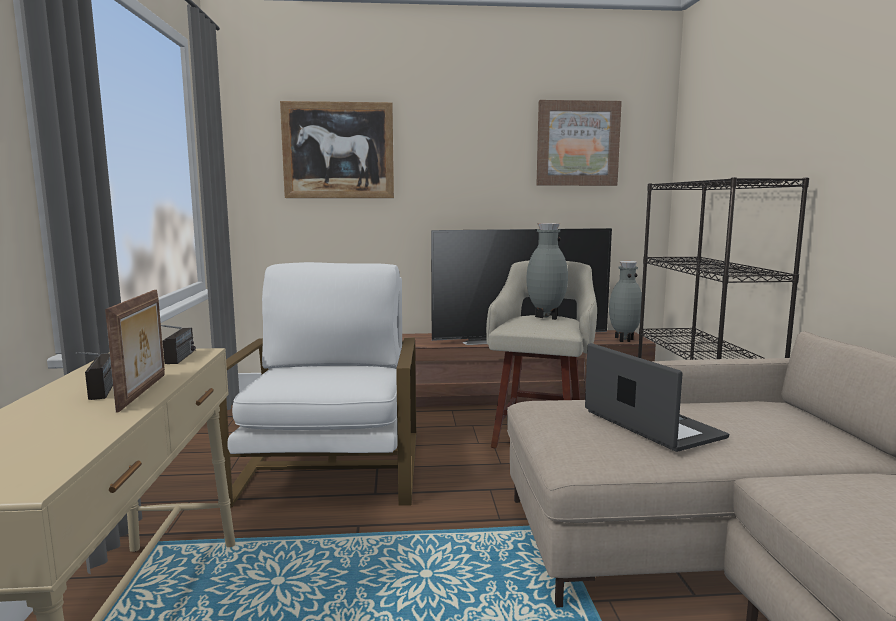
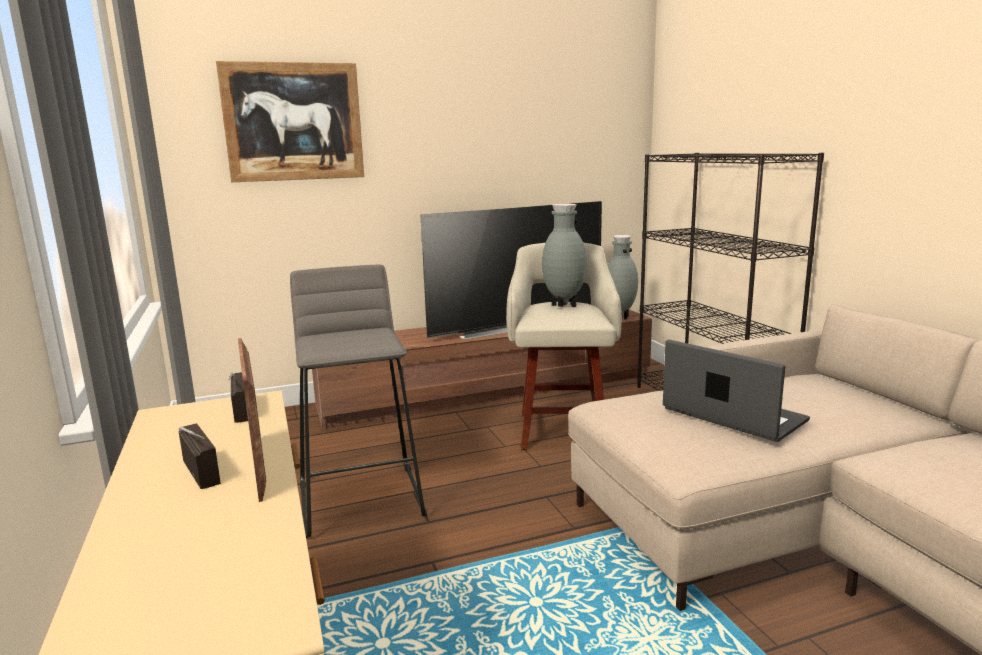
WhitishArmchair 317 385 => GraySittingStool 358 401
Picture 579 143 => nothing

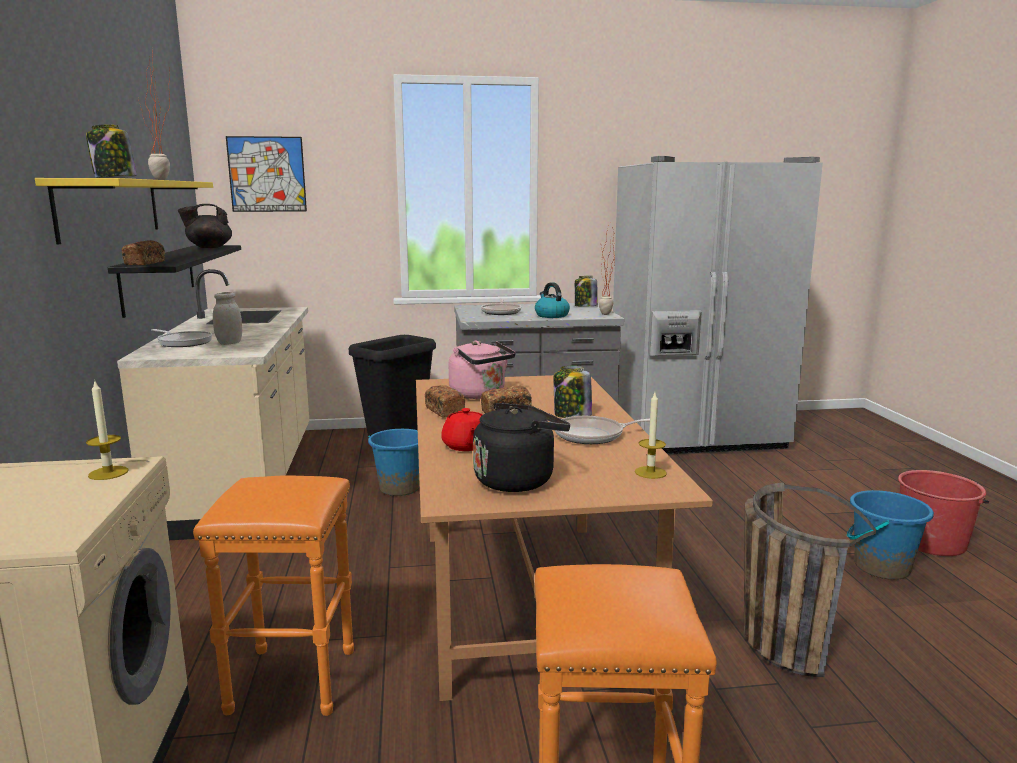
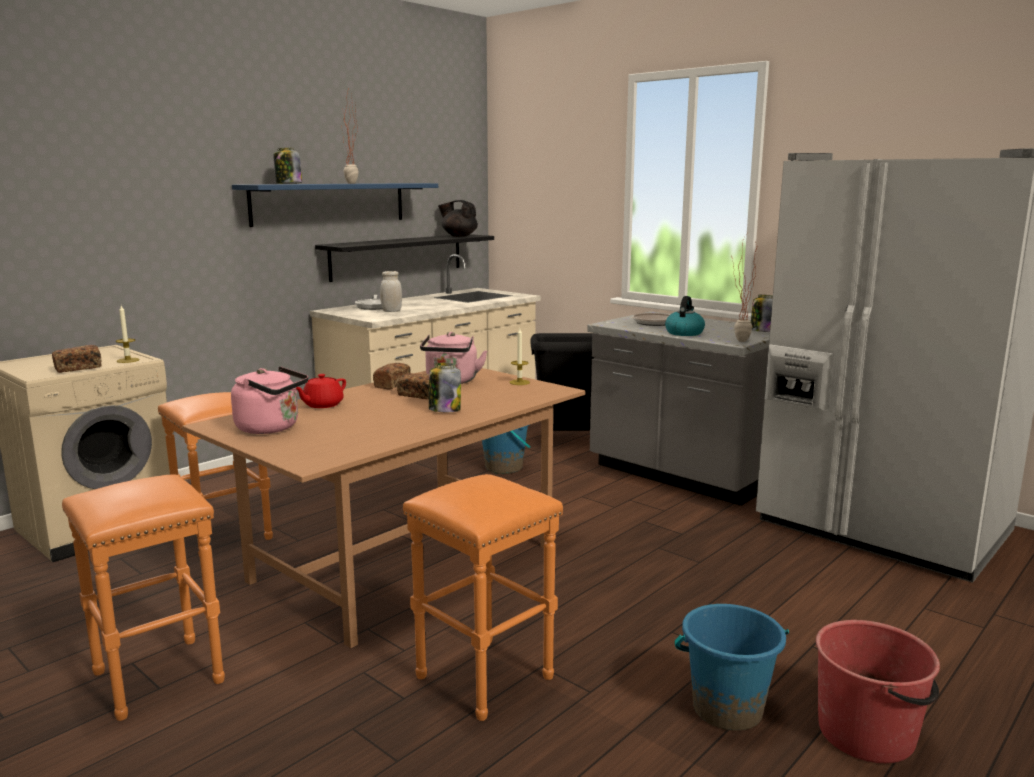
YellowishBracketShelf 124 211 => BlueBracketShelf 335 205
BakeryBread 143 252 => BakeryBread 77 359, relocated
Picture 266 174 => nothing
BlackColouredWaterKettle 521 447 => PinkColouredWaterKettle 269 400
FryingPan 602 430 => nothing
WaxCandle 651 436 => WaxCandle 519 356, relocated
Basket 810 580 => OrangeColouredSittingStool 483 597

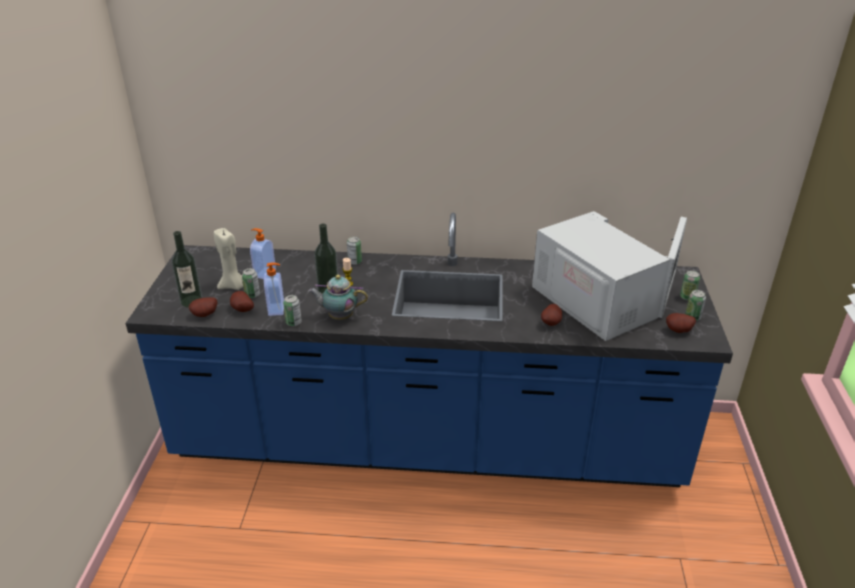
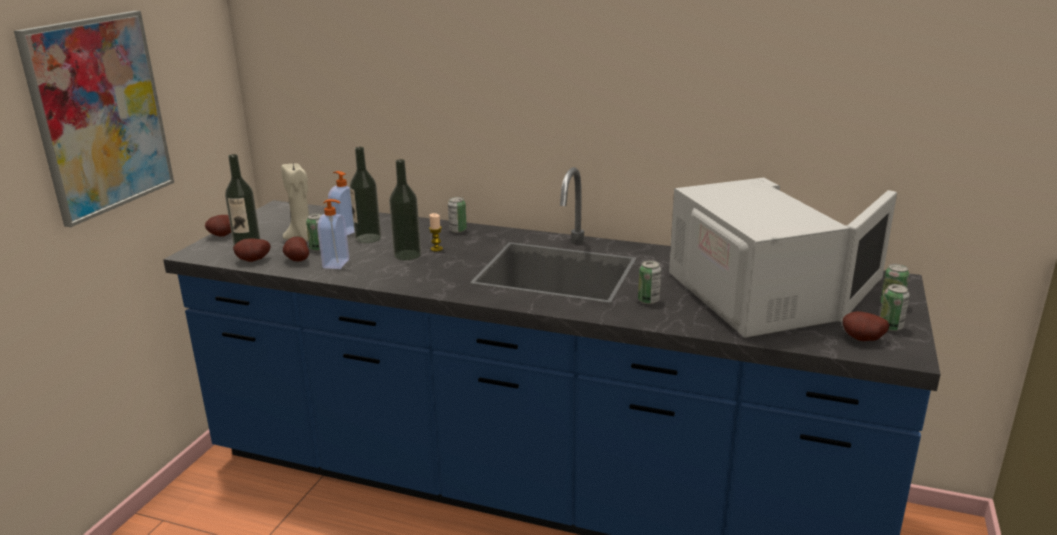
SealedCan 292 310 => SealedCan 649 282, relocated
TeaPot 338 297 => nothing
Potato 551 315 => Potato 218 226, relocated
nothing => Picture 94 119
nothing => BeverageBottle 365 195

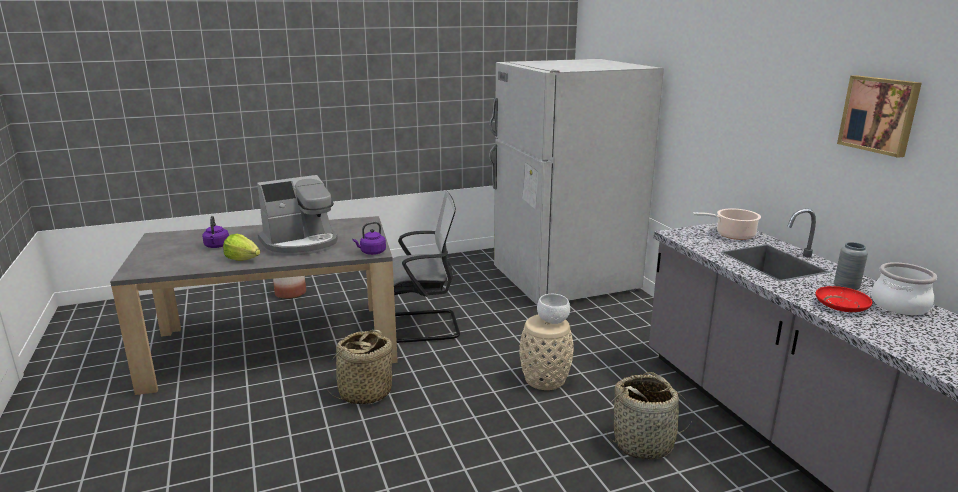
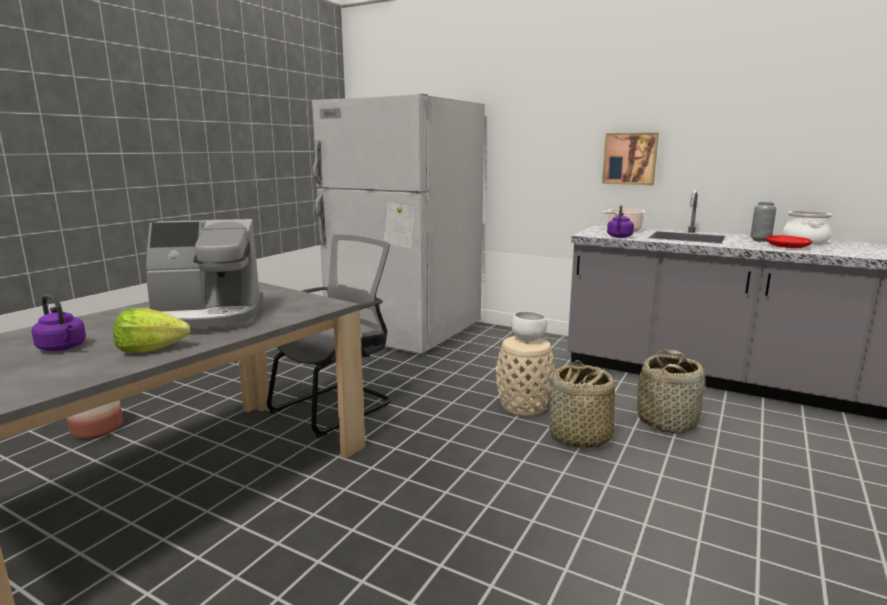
CoffeeBrewer 297 215 => CoffeeBrewer 204 276, 60 degrees clockwise
Basket 360 367 => Basket 581 404, relocated
PurpleWaterKettle 369 238 => PurpleWaterKettle 620 221, relocated
Picture 879 116 => Picture 630 159, relocated

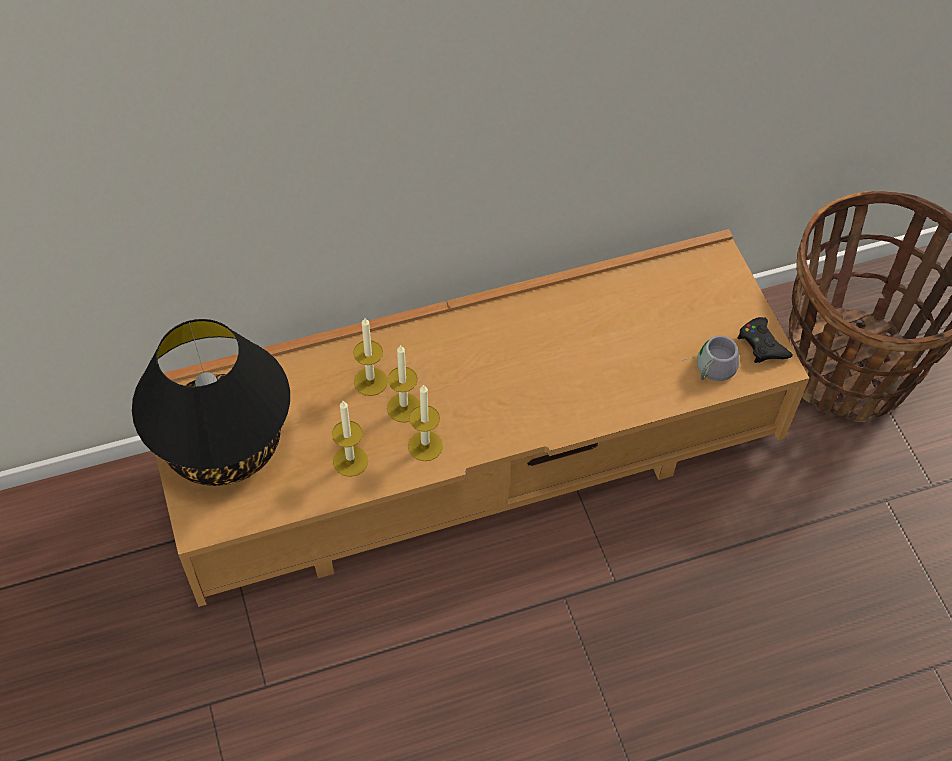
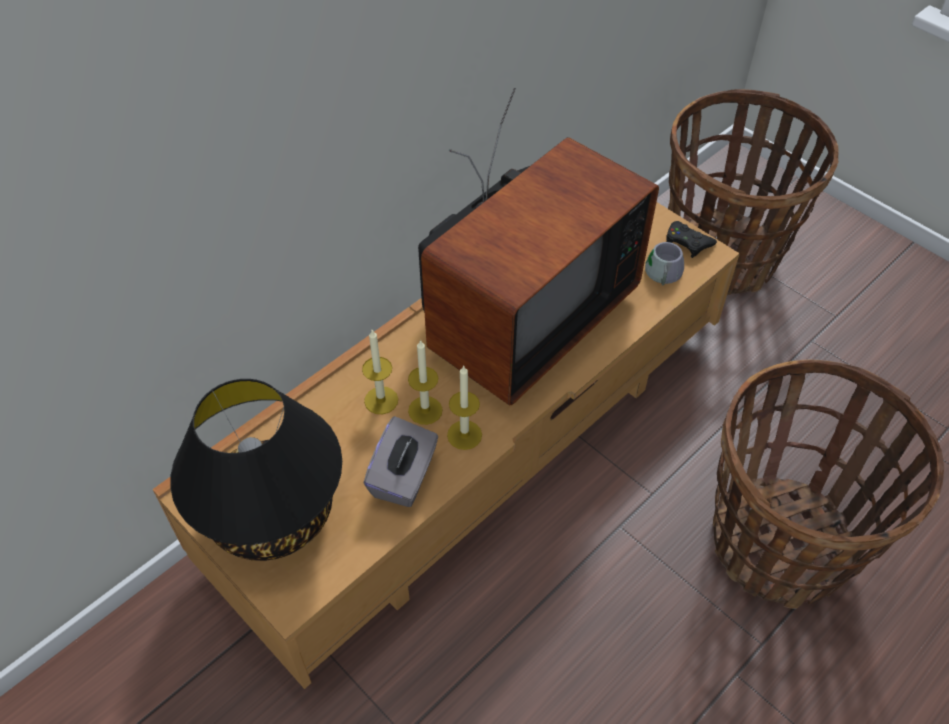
WaxCandle 350 439 => GrayBoxOfTissues 401 461
nothing => TvSet 538 246
nothing => Basket 828 484

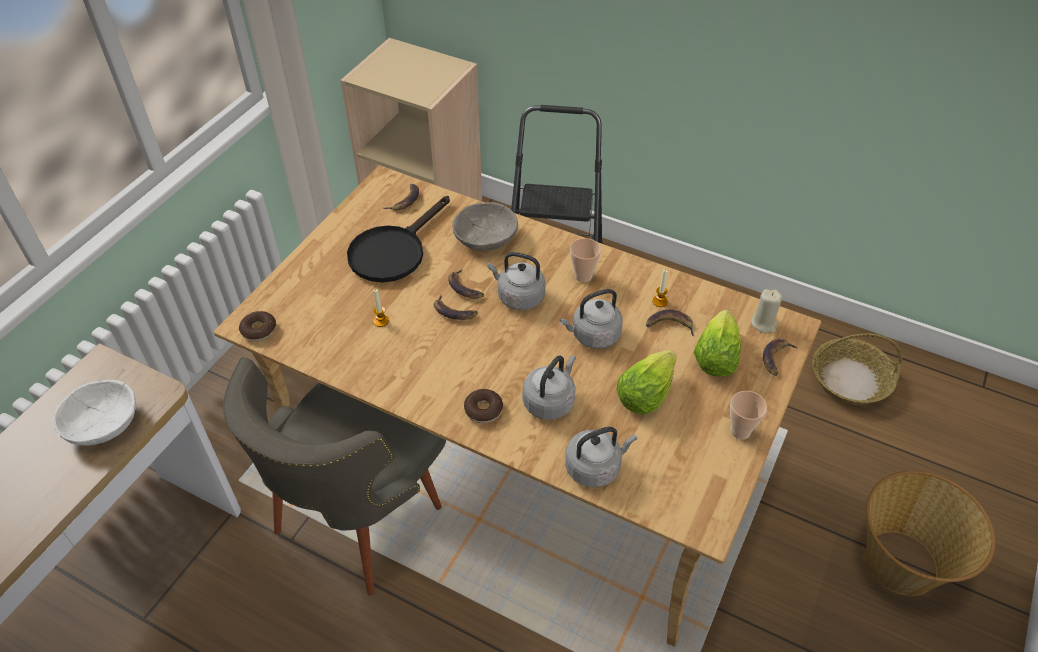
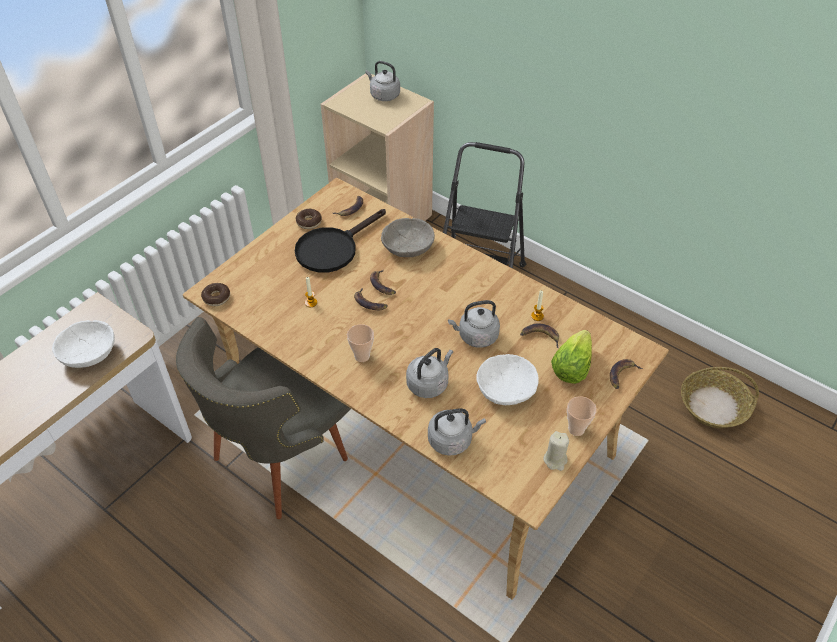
RingDoughnut 483 406 => RingDoughnut 309 219, relocated
GrayWaterKettle 516 281 => GrayWaterKettle 383 81, relocated
SmallCup 585 260 => SmallCup 360 343, relocated
LettuceHead 647 382 => WhitishBowl 507 379
BeigeWaxCandle 766 311 => BeigeWaxCandle 556 451, relocated
Basket 930 533 => nothing

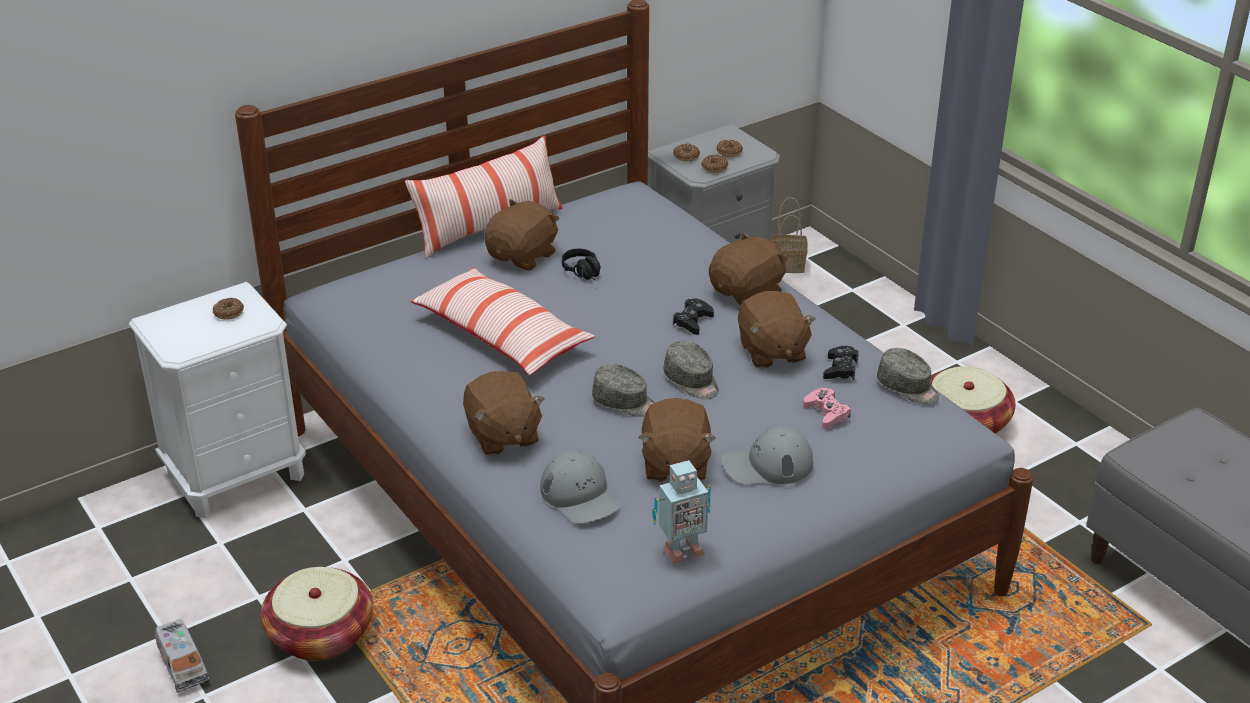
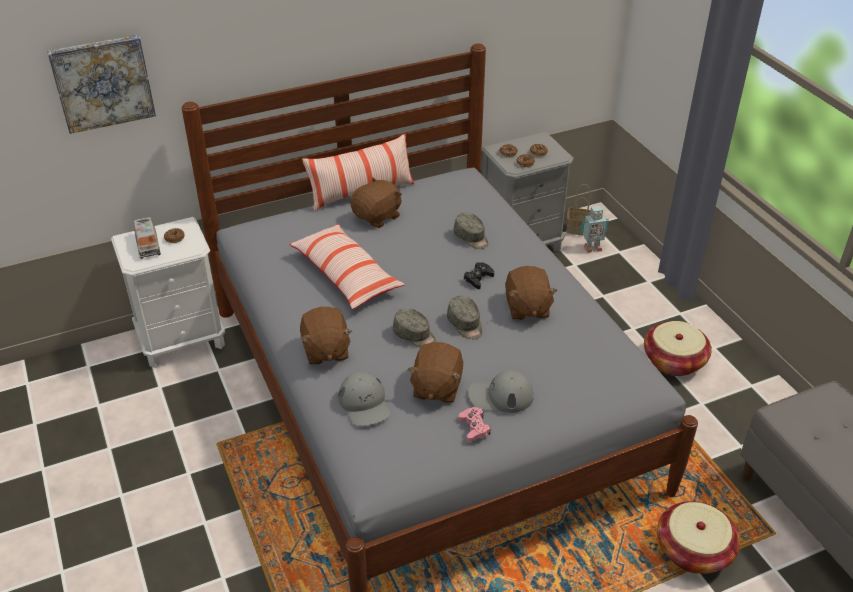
ToyLorry 182 656 => ToyLorry 147 238, relocated
Basket 317 614 => Basket 698 537, relocated
BlackColouredHeadphones 581 265 => nothing
RobotFigure 681 512 => RobotFigure 595 229, relocated
BrownCuddlyToy 748 269 => nothing
PinkColouredGameController 827 408 => PinkColouredGameController 475 424, relocated
BlackColouredGameController 841 363 => nothing
GrayPeakedCap 908 376 => GrayPeakedCap 470 230, relocated
nothing => Picture 101 84

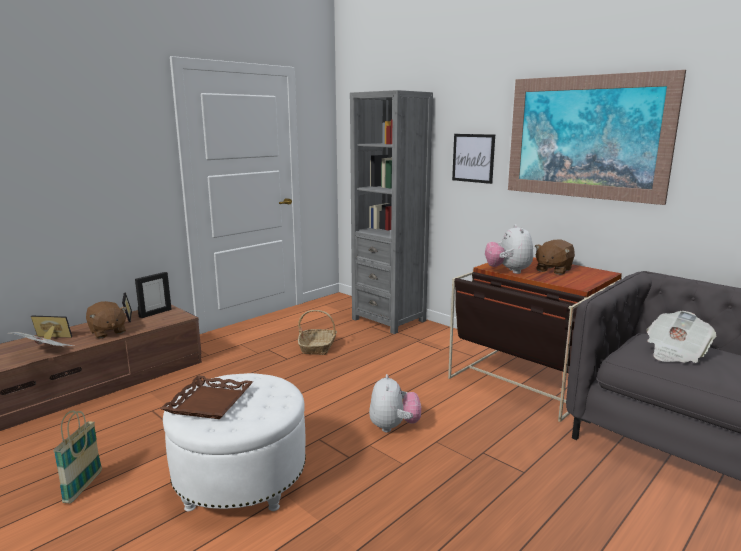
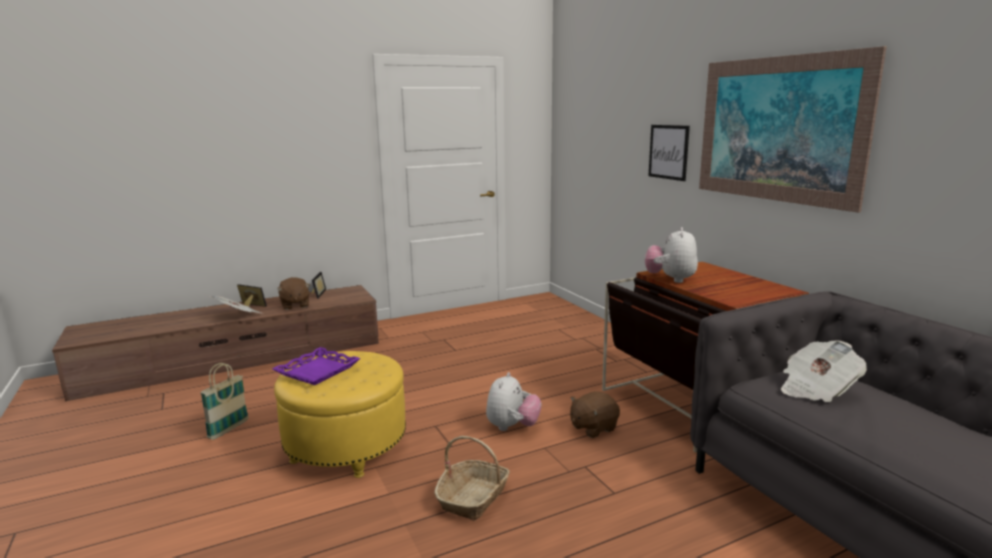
PictureFrame 153 295 => nothing
BrownCarryingTray 206 397 => PurpleCarryingTray 316 366
WhitishFootrest 234 442 => YellowishFootrest 340 414
Basket 317 332 => Basket 472 478, relocated
GrayShelvingUnit 391 212 => nothing
BrownCuddlyToy 555 257 => BrownCuddlyToy 595 414, relocated

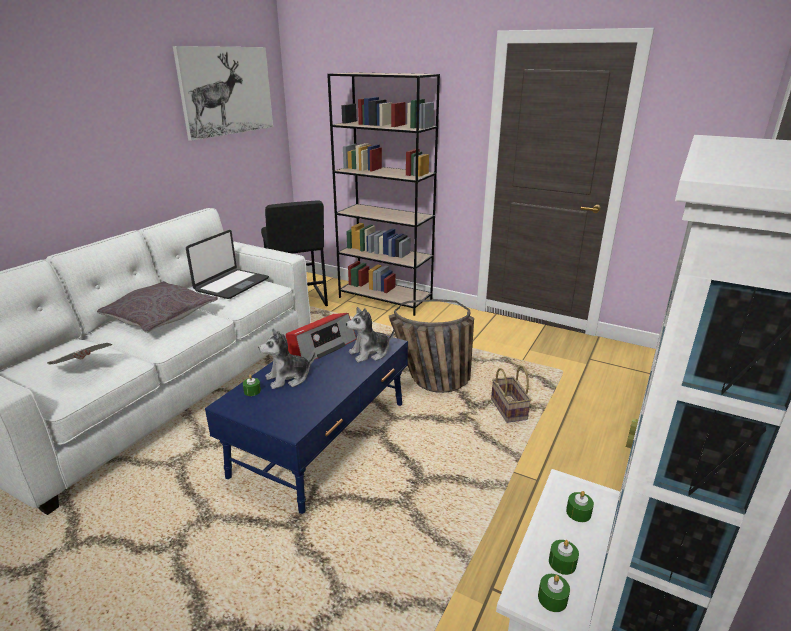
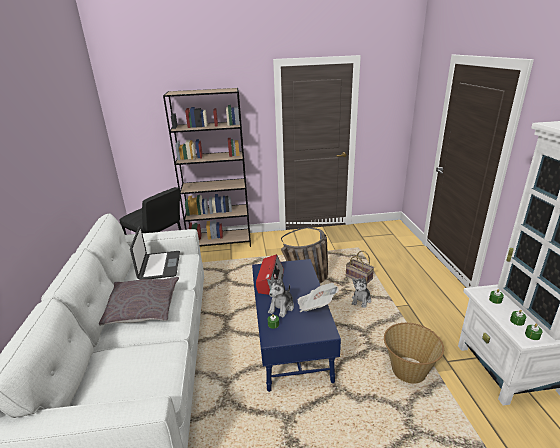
Newspaper 80 353 => Newspaper 318 297, relocated
Picture 223 93 => nothing
CuddlyToy 370 334 => CuddlyToy 361 292, relocated
nothing => Basket 414 353

